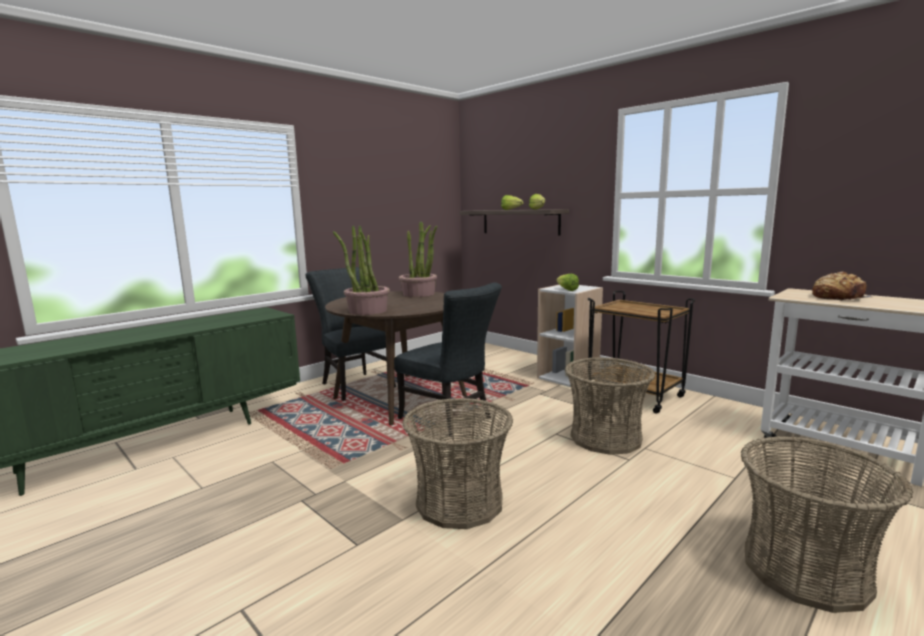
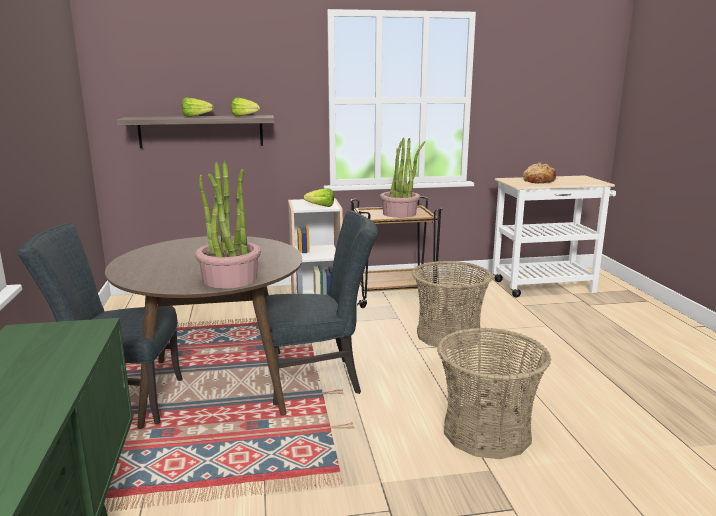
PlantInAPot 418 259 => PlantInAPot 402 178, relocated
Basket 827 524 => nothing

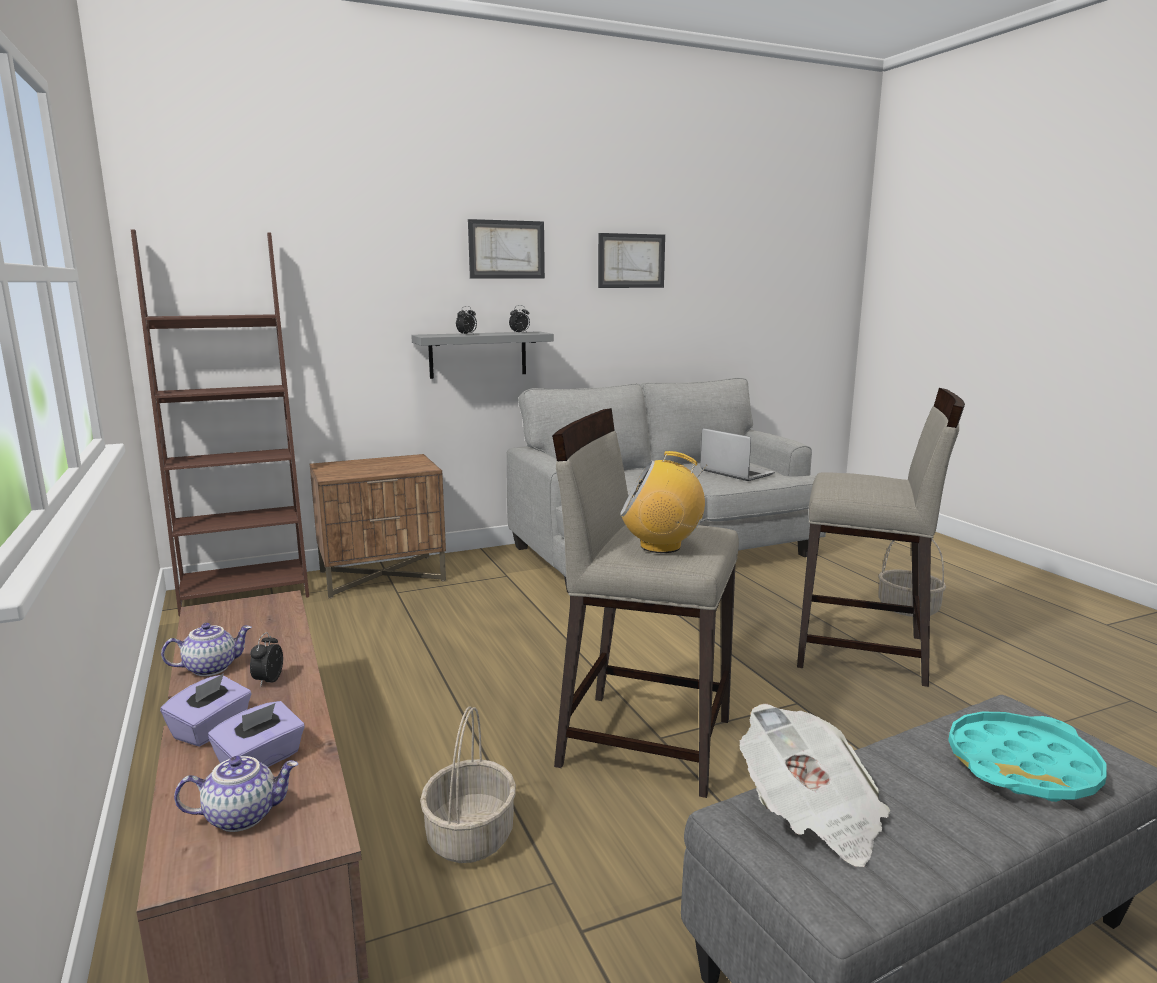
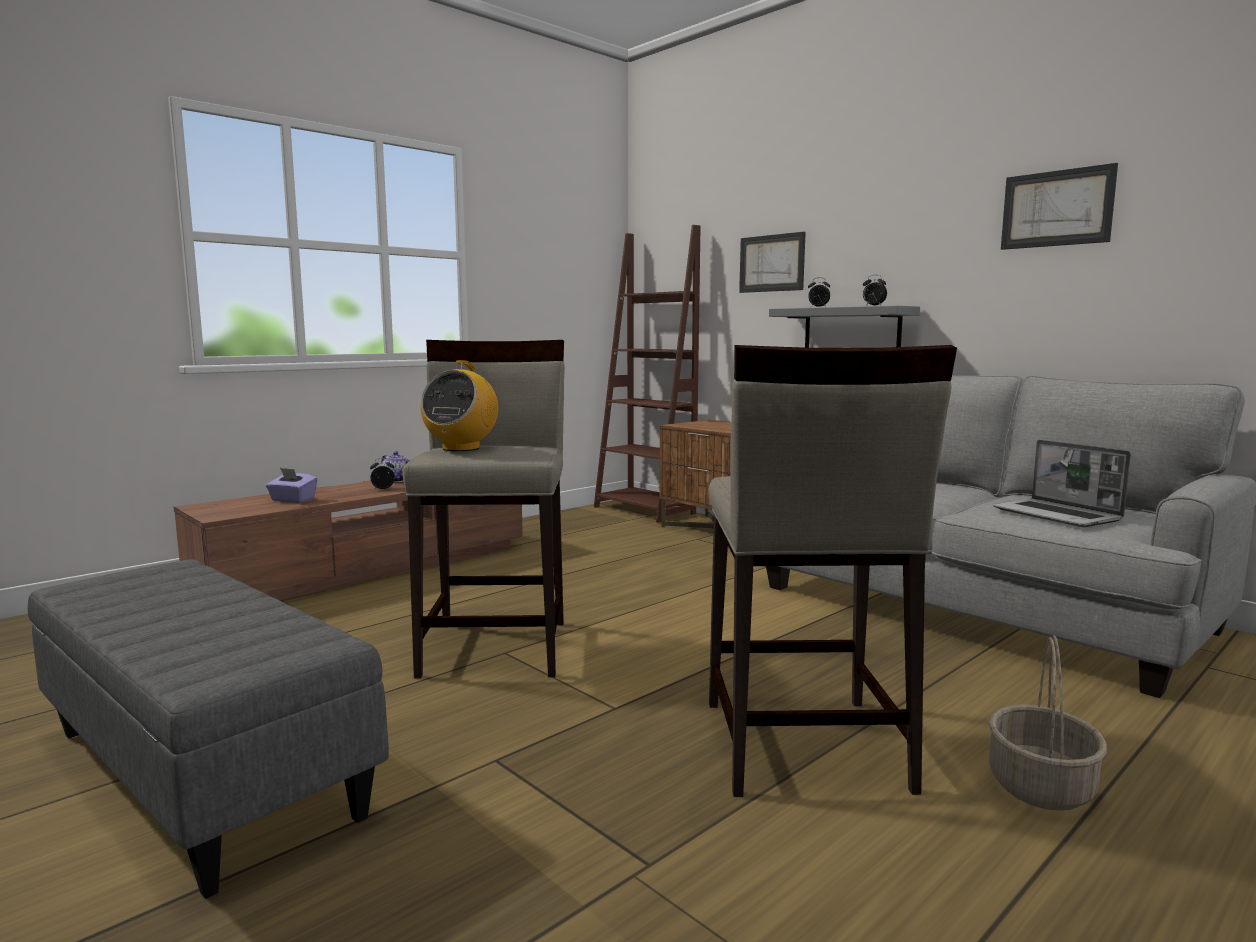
PurpleBoxOfTissues 206 709 => nothing
TeaPot 236 794 => nothing
Basket 468 785 => nothing
Picture 506 249 => Picture 772 262, relocated
Radio 664 502 => Radio 459 405, 150 degrees counterclockwise
PortableComputer 737 454 => PortableComputer 1062 483, 120 degrees clockwise
Newspaper 815 785 => nothing
TurquoiseCarryingTray 1027 756 => nothing

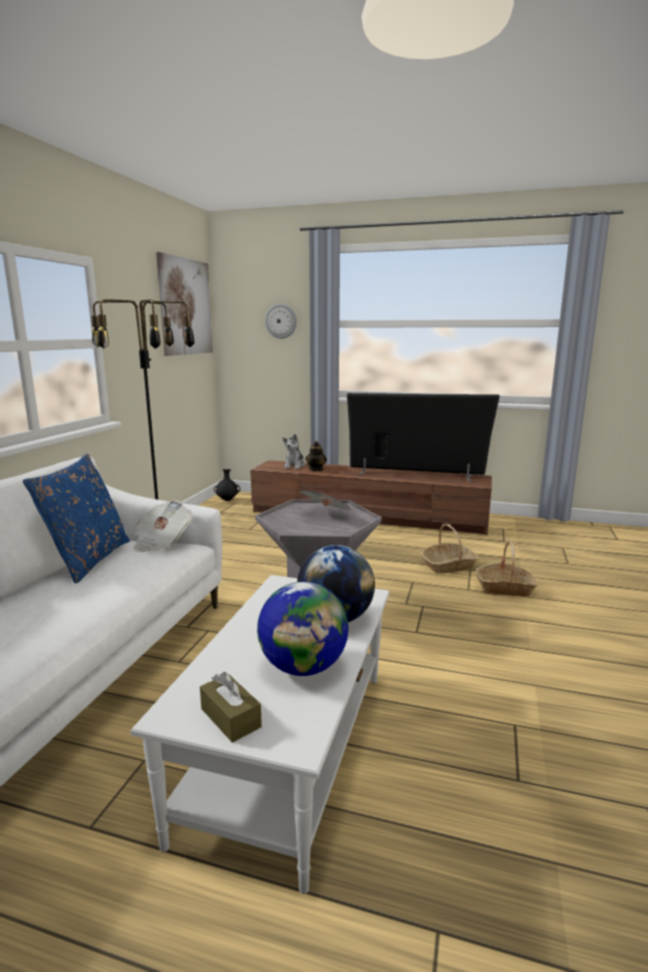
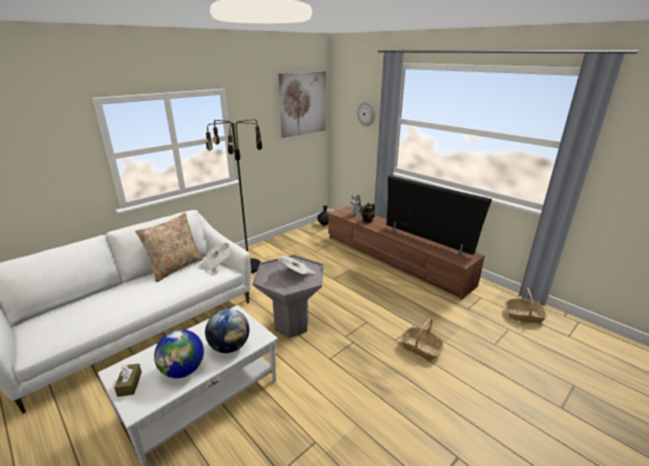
BlueCushion 76 518 => BeigeCushion 169 247
Basket 449 549 => Basket 526 305, relocated

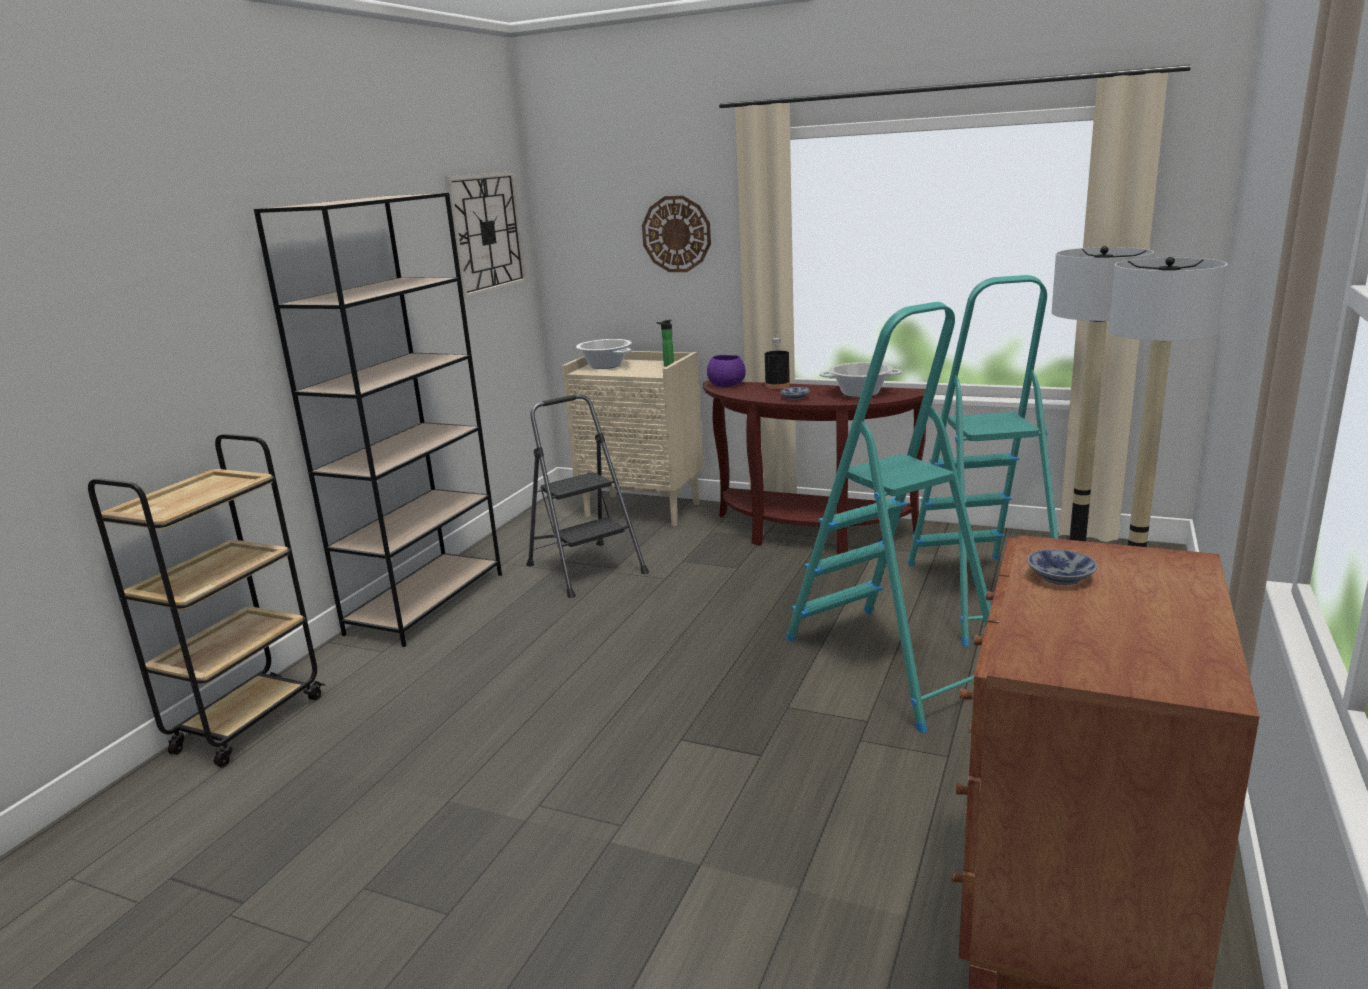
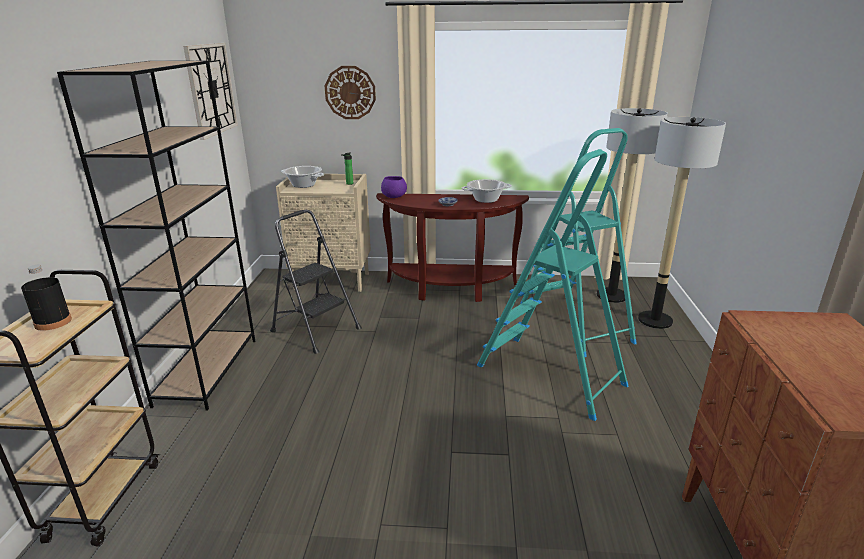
BlackColouredBeverageBottle 777 363 => BlackColouredBeverageBottle 46 298, relocated
Bowl 1062 567 => nothing

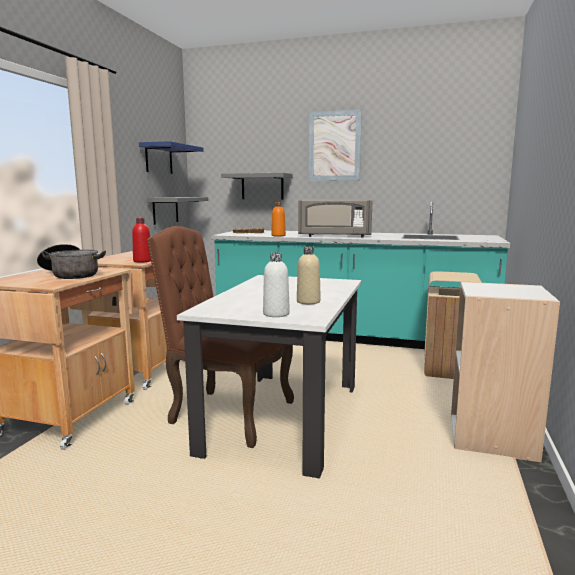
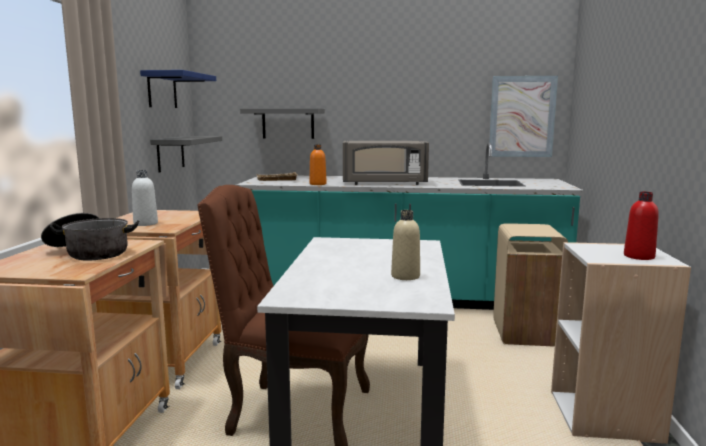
RedColouredBeverageBottle 141 240 => RedColouredBeverageBottle 641 226, relocated
WhitishBeverageBottle 276 285 => WhitishBeverageBottle 145 198, relocated
Picture 335 145 => Picture 523 116, relocated

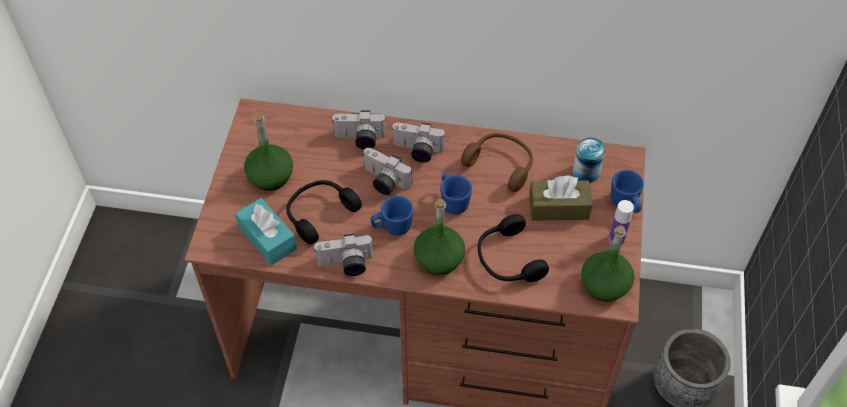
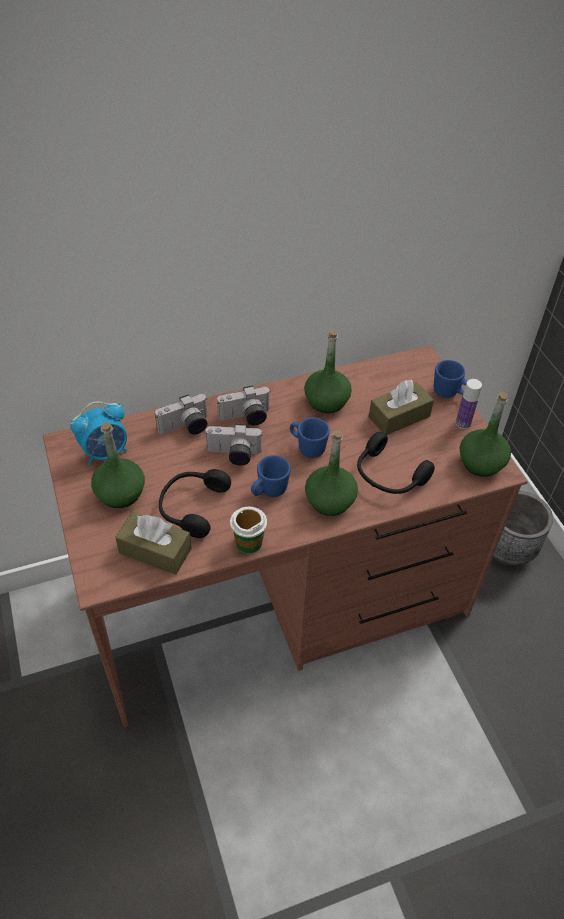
TurquoiseBoxOfTissues 266 232 => BrownBoxOfTissues 153 543
StillCamera 343 255 => SmallCup 248 530
BrownHeadphones 497 162 => GreenColouredBeverageBottle 328 371
SealedCan 589 160 => nothing
nothing => BedsideClock 98 433

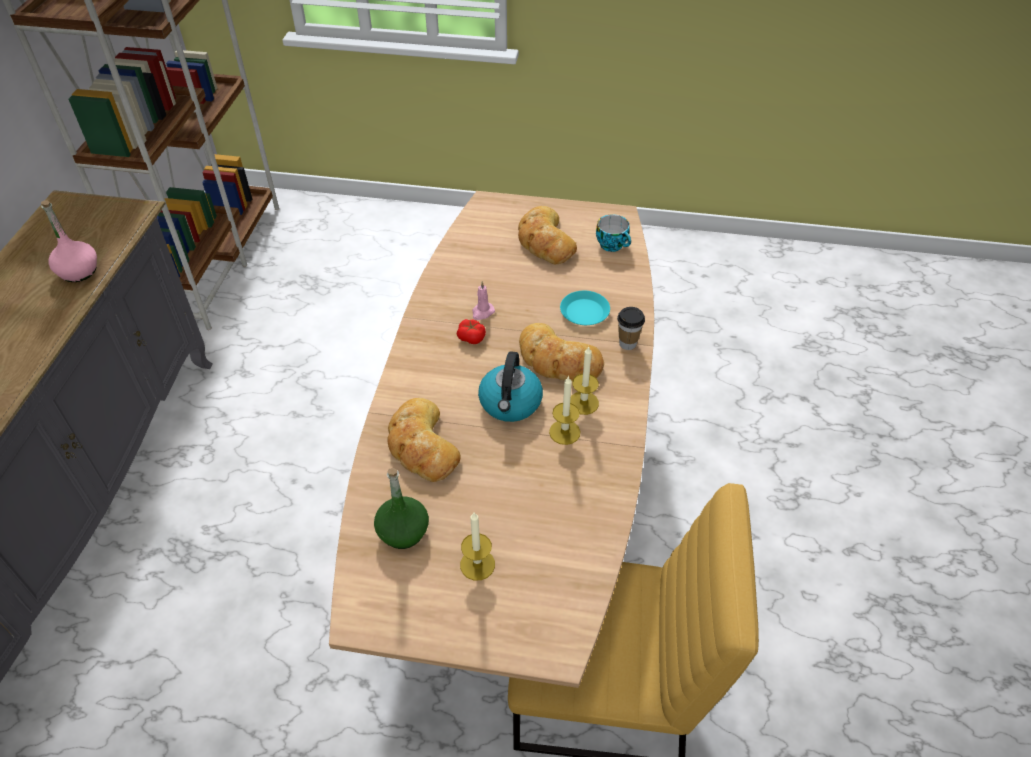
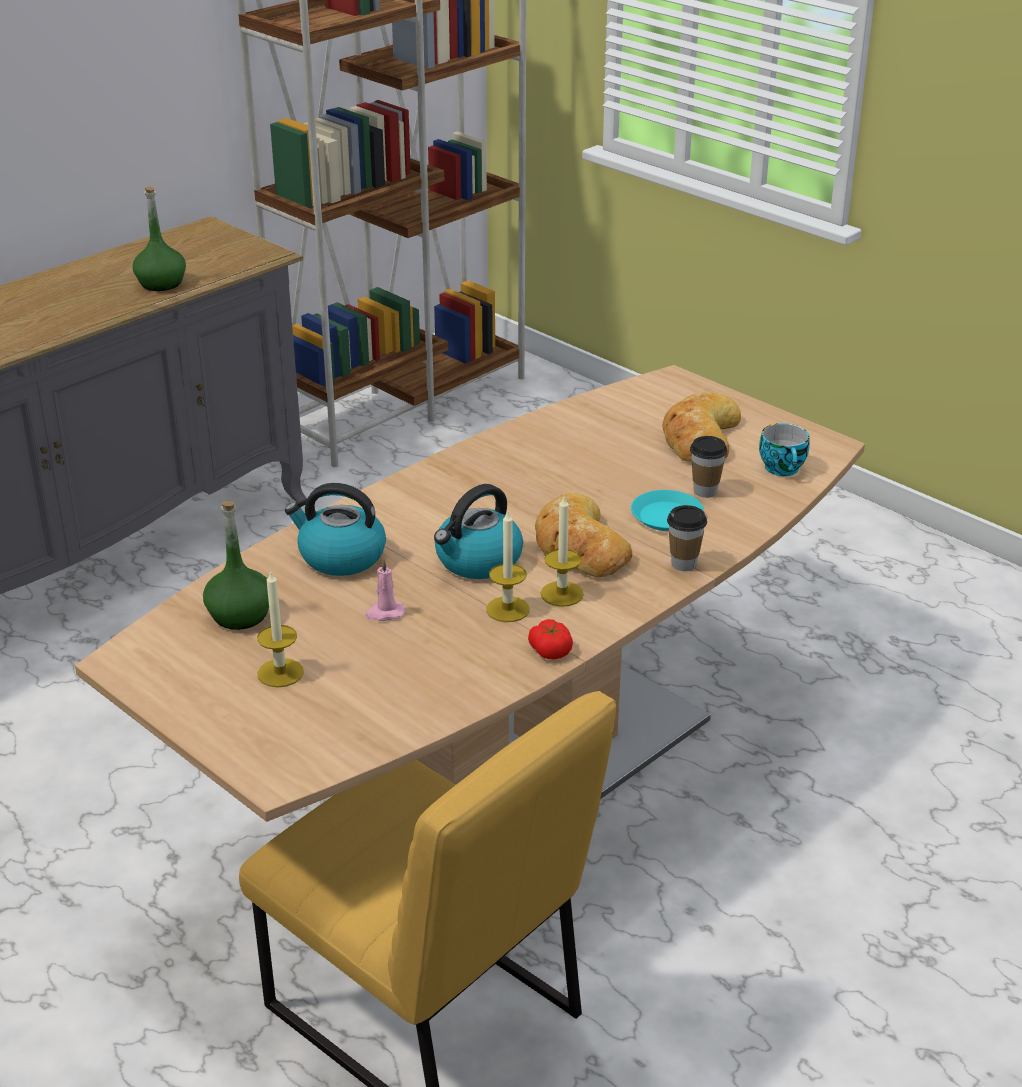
PinkColouredBeverageBottle 69 241 => GreenColouredBeverageBottle 159 238
BakeryBread 424 440 => WaterKettle 335 529
FreshTomato 471 331 => FreshTomato 550 639, relocated
PinkColouredWaxCandle 483 300 => PinkColouredWaxCandle 385 589, relocated
nothing => SmallCup 708 467

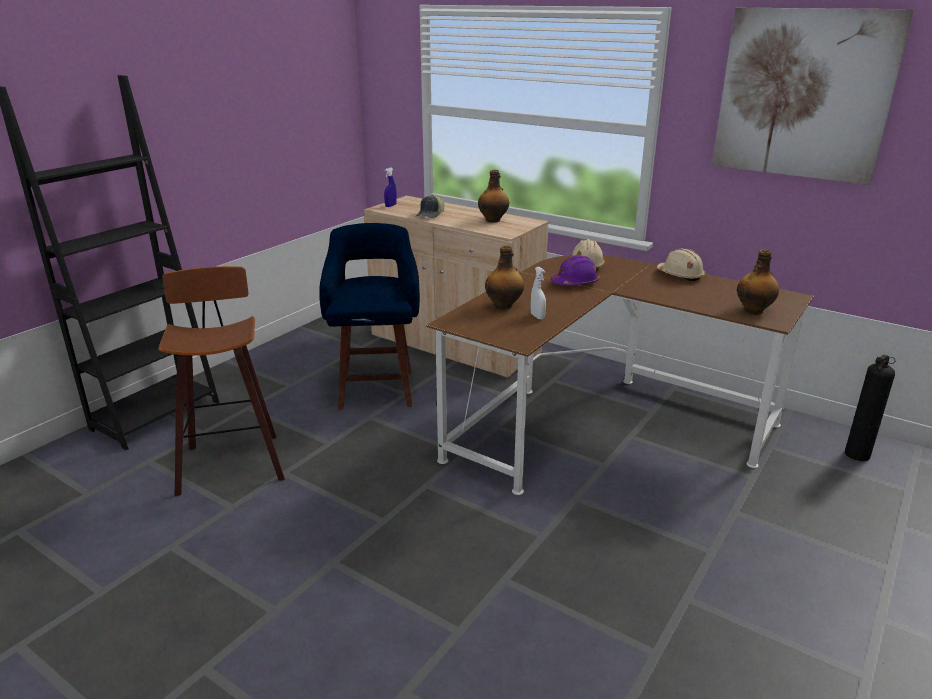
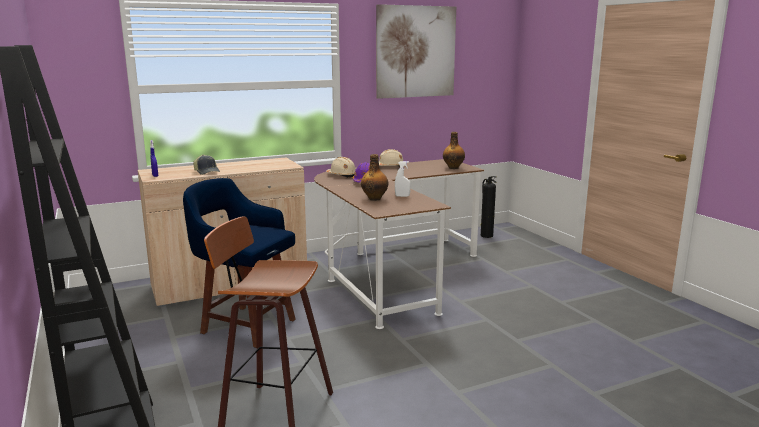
BeverageBottle 494 196 => nothing

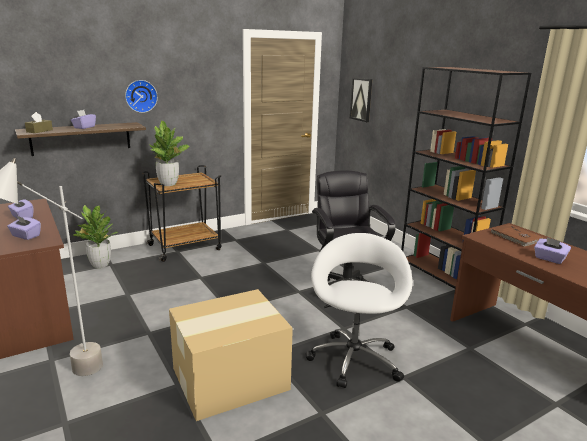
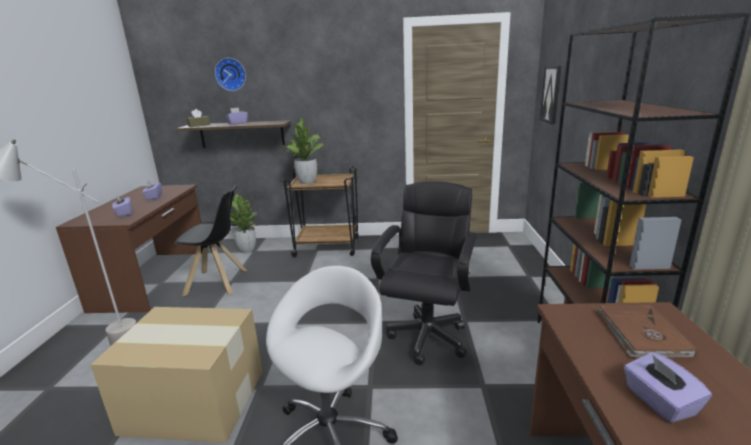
WallClock 141 96 => WallClock 230 74, relocated
nothing => BlackColouredUprightChair 210 241

